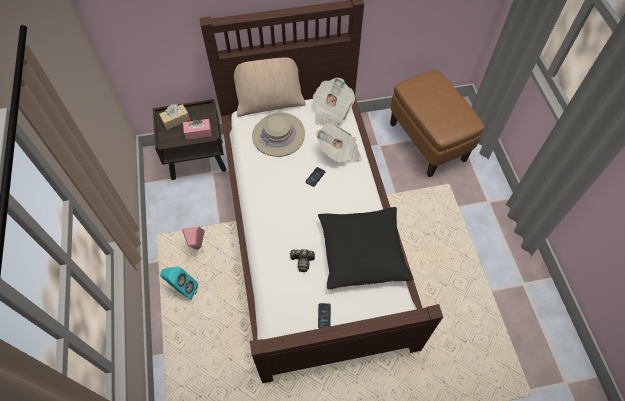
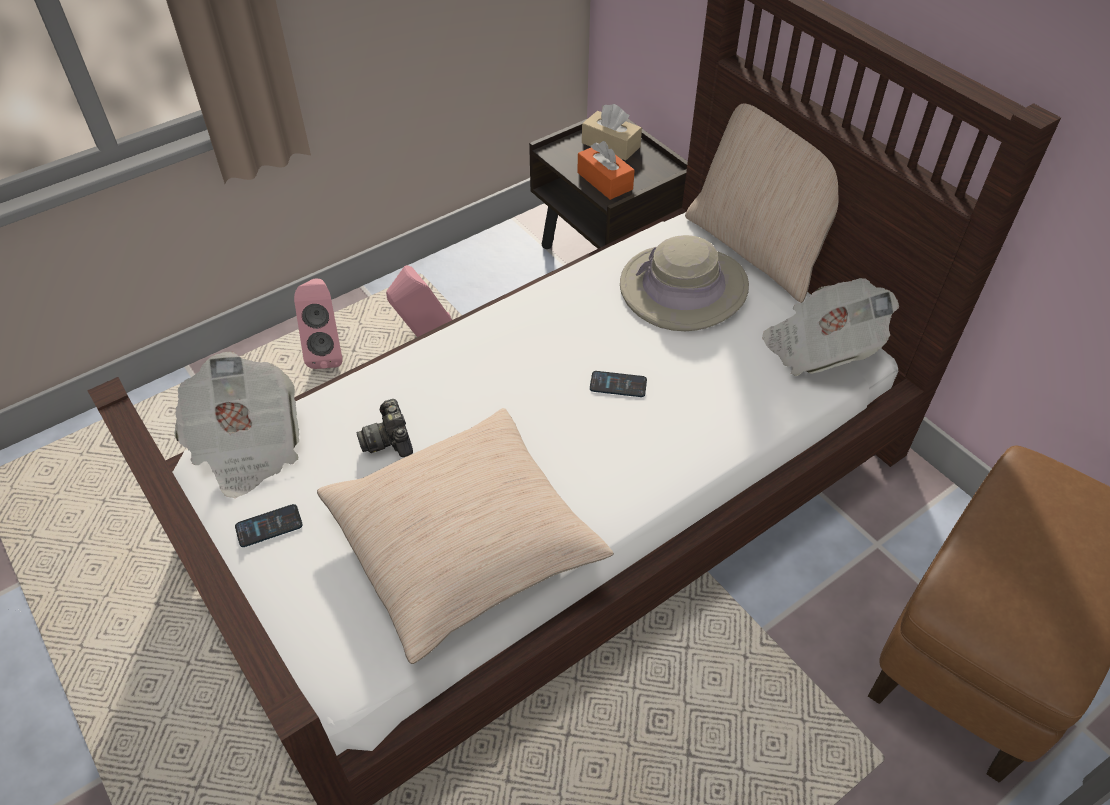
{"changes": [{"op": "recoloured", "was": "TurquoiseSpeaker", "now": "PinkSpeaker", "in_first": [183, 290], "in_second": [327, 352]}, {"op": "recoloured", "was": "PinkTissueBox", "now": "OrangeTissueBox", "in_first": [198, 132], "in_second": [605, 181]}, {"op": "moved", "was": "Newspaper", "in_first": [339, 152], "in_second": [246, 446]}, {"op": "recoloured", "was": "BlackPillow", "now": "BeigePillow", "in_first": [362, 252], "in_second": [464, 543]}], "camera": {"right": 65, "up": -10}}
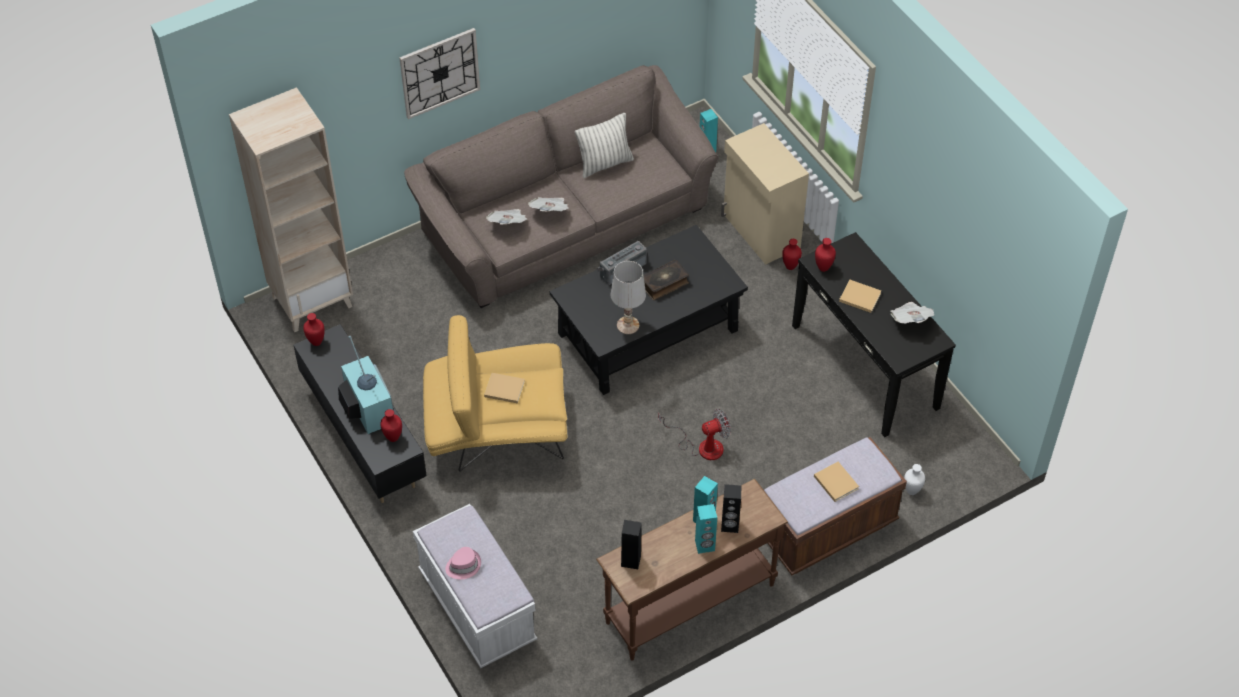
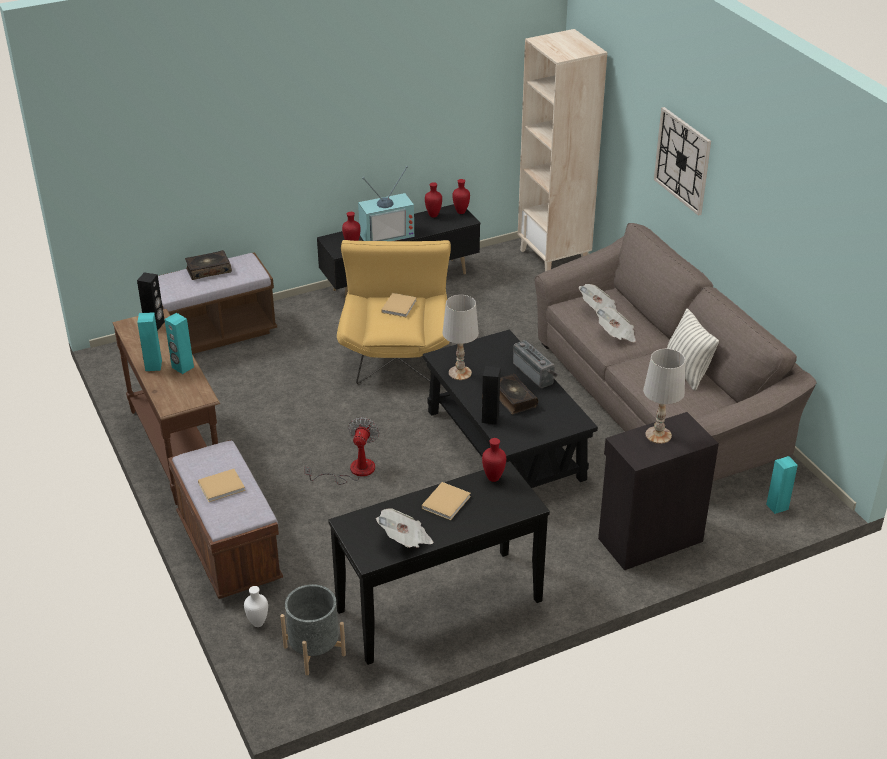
{"changes": [{"op": "recoloured", "was": "WhiteBench", "now": "BrownBench", "in_first": [477, 608], "in_second": [215, 334]}, {"op": "replaced", "was": "PinkHat", "now": "Book", "in_first": [463, 565], "in_second": [208, 270]}, {"op": "turned", "was": "Fan", "in_first": [702, 446], "in_second": [353, 471], "clockwise": -150}, {"op": "recoloured", "was": "BeigeCabinet", "now": "BlackCabinet", "in_first": [760, 231], "in_second": [648, 539]}, {"op": "moved", "was": "BlackSpeaker", "in_first": [730, 526], "in_second": [490, 418]}, {"op": "moved", "was": "RedVase", "in_first": [790, 267], "in_second": [432, 215]}, {"op": "added", "now": "GreyPlanter", "in_second": [314, 651]}, {"op": "added", "now": "WhiteTableLamp", "in_second": [658, 435]}], "camera": {"right": 95, "up": -15}}
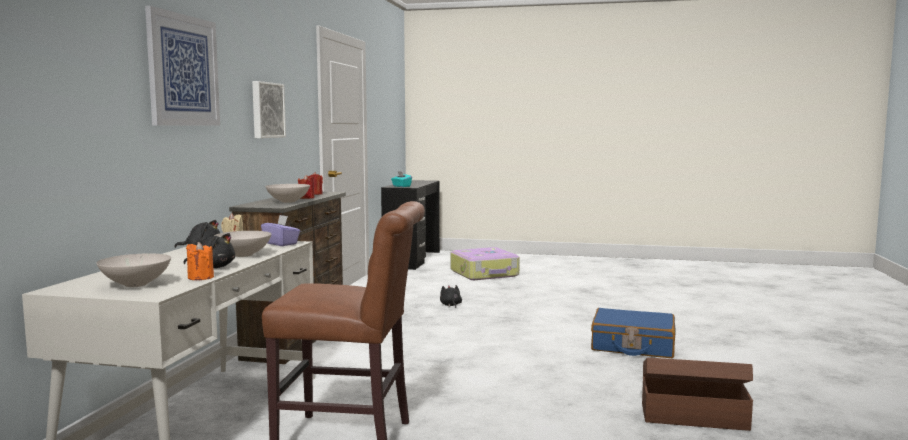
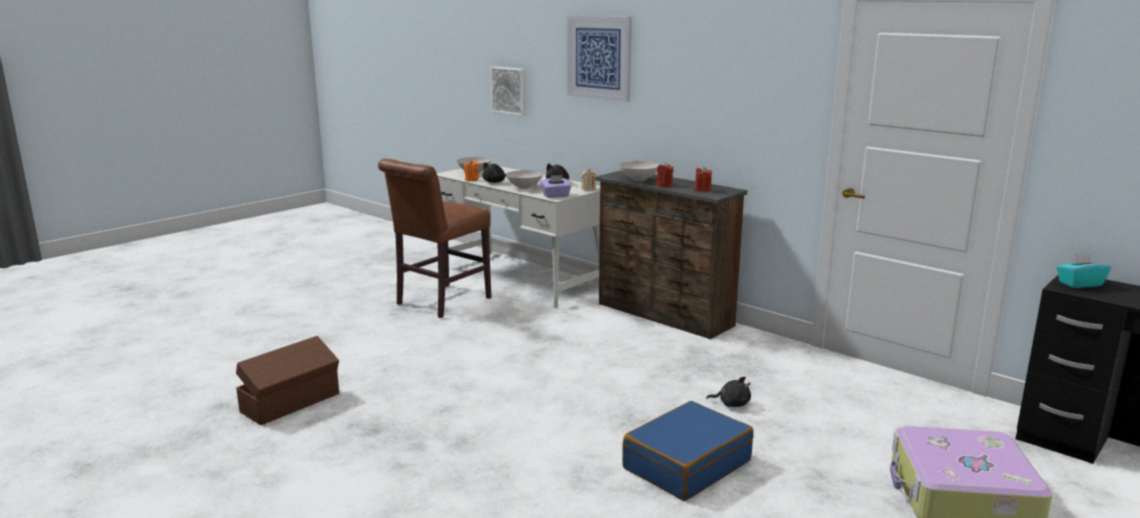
{"changes": [{"op": "moved", "was": "Picture", "in_first": [266, 110], "in_second": [510, 90]}, {"op": "moved", "was": "BlueSuitcase", "in_first": [632, 346], "in_second": [686, 464]}], "camera": {"right": 120, "up": 10}}
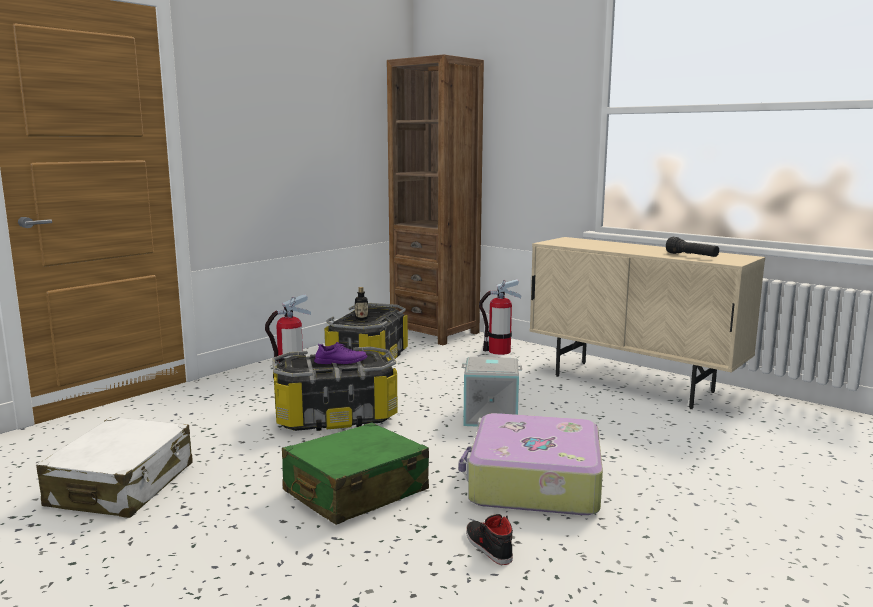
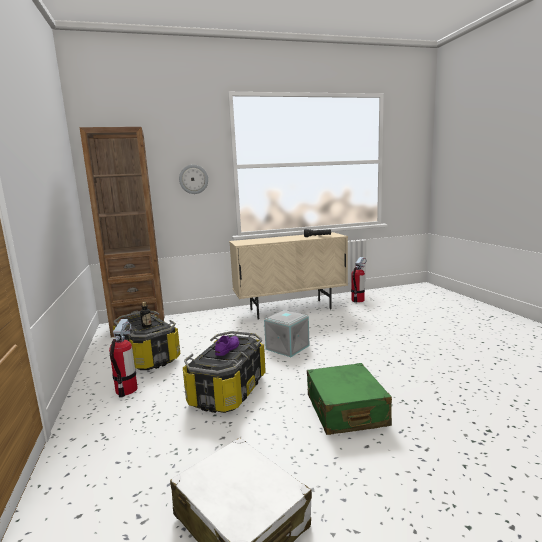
{"changes": [{"op": "removed", "was": "Suitcase", "in_first": [533, 482]}, {"op": "removed", "was": "BlackShoe", "in_first": [487, 546]}, {"op": "moved", "was": "FireExtinguisher", "in_first": [499, 351], "in_second": [357, 300]}, {"op": "added", "now": "WallClock", "in_second": [193, 179]}], "camera": {"right": -55, "up": 0}}
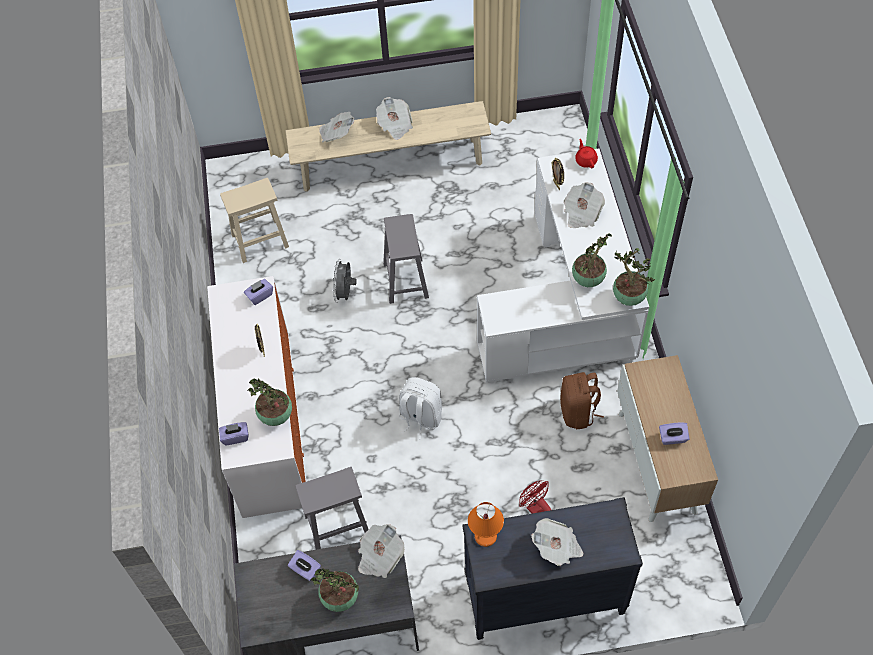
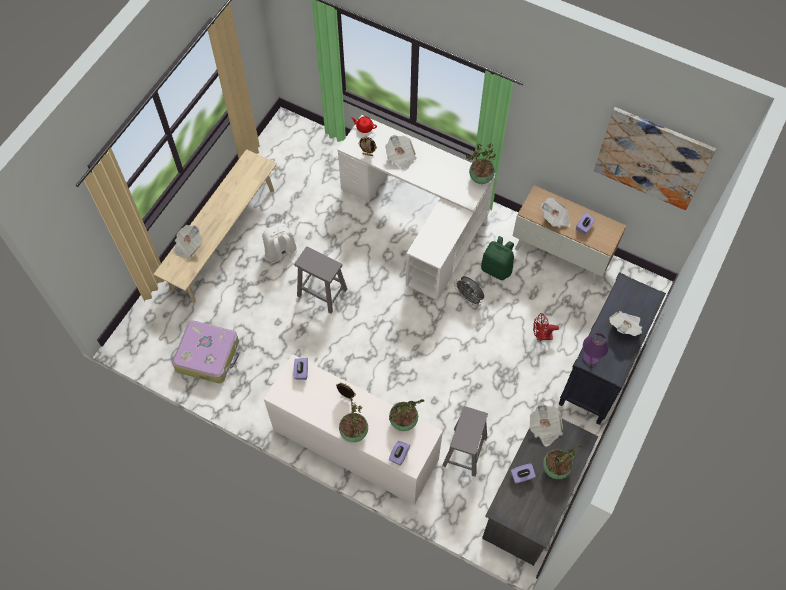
{"changes": [{"op": "replaced", "was": "BeigeStool", "now": "Suitcase", "in_first": [261, 240], "in_second": [208, 355]}, {"op": "moved", "was": "GreyFan", "in_first": [345, 293], "in_second": [469, 298]}, {"op": "moved", "was": "Newspaper", "in_first": [395, 125], "in_second": [555, 218]}, {"op": "moved", "was": "WhiteBackpack", "in_first": [420, 417], "in_second": [281, 254]}, {"op": "recoloured", "was": "OrangeTableLamp", "now": "PurpleTableLamp", "in_first": [485, 536], "in_second": [590, 358]}, {"op": "recoloured", "was": "BrownBackpack", "now": "GreenBackpack", "in_first": [578, 412], "in_second": [497, 268]}, {"op": "moved", "was": "PottedPlant", "in_first": [588, 279], "in_second": [353, 431]}, {"op": "added", "now": "Picture", "in_second": [652, 158]}], "camera": {"right": -55, "up": 5}}
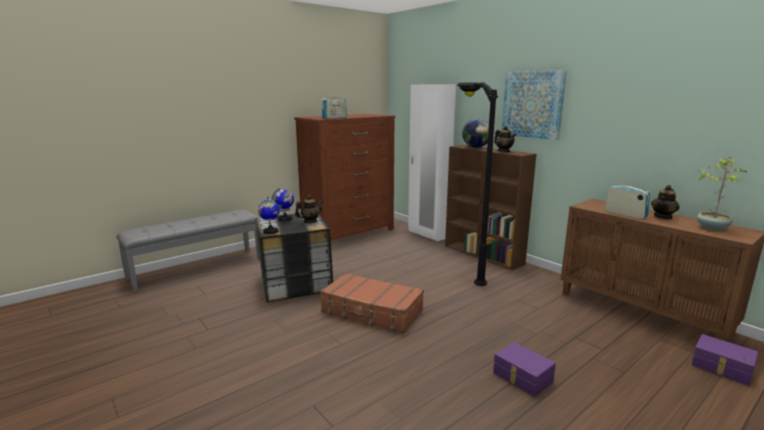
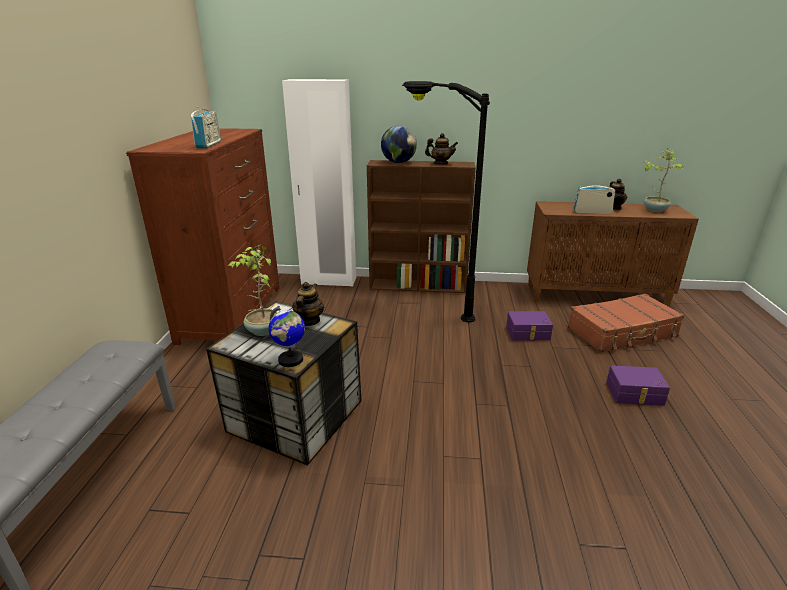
{"changes": [{"op": "replaced", "was": "Globe", "now": "PottedPlant", "in_first": [285, 219], "in_second": [263, 331]}, {"op": "moved", "was": "BrownSuitcase", "in_first": [372, 312], "in_second": [622, 332]}, {"op": "removed", "was": "Picture", "in_first": [532, 104]}, {"op": "moved", "was": "PurpleStorageBox", "in_first": [721, 368], "in_second": [528, 333]}], "camera": {"right": -45, "up": 10}}
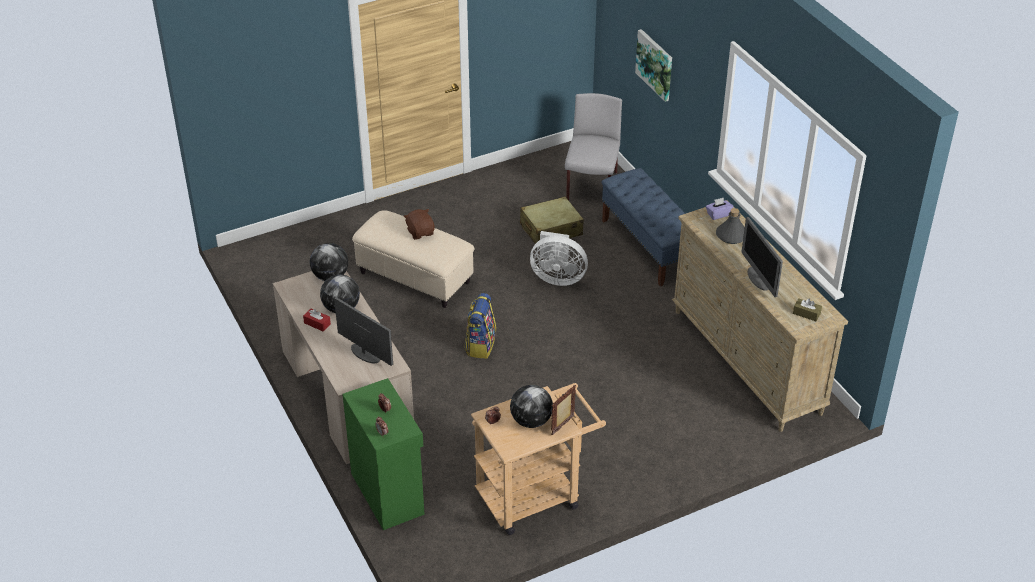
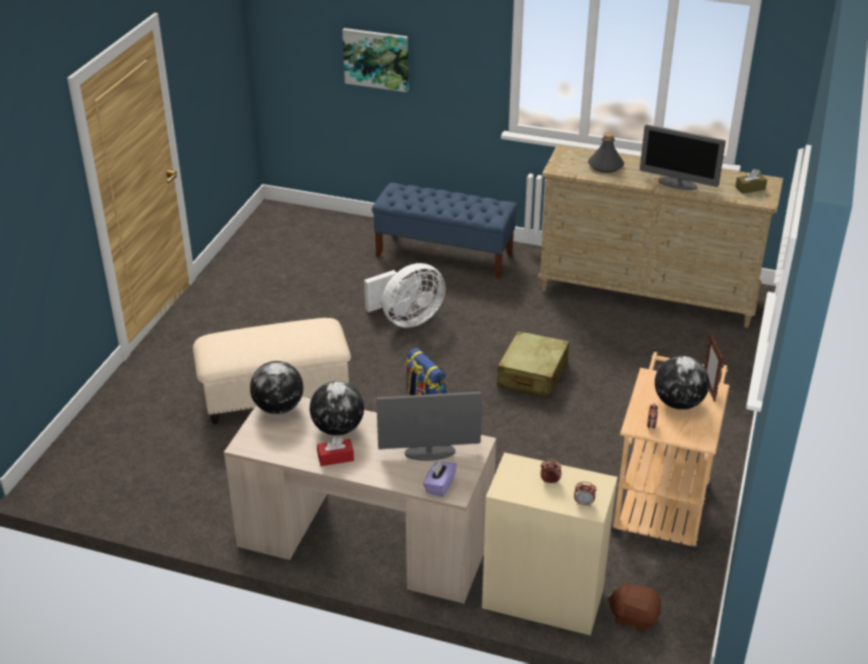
{"changes": [{"op": "recoloured", "was": "GreenCabinet", "now": "BeigeCabinet", "in_first": [388, 492], "in_second": [542, 597]}, {"op": "moved", "was": "BrownPlushToy", "in_first": [420, 232], "in_second": [633, 616]}, {"op": "moved", "was": "BeigeSuitcase", "in_first": [550, 230], "in_second": [532, 375]}, {"op": "removed", "was": "GreyChair", "in_first": [591, 187]}, {"op": "moved", "was": "PurpleTissueBox", "in_first": [718, 214], "in_second": [439, 486]}], "camera": {"right": -45, "up": -5}}
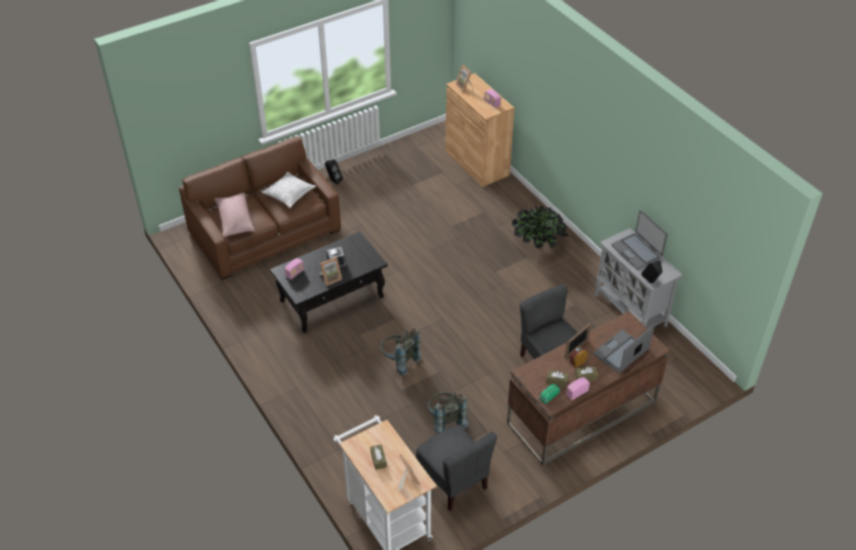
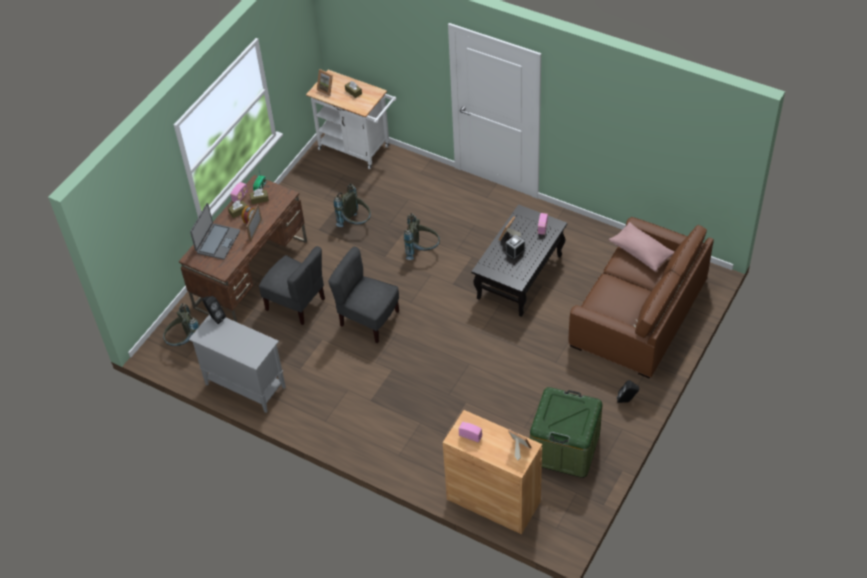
{"changes": [{"op": "removed", "was": "Pillow", "in_first": [289, 194]}, {"op": "moved", "was": "GreyChair", "in_first": [453, 482], "in_second": [369, 319]}, {"op": "removed", "was": "PottedPlant", "in_first": [538, 246]}, {"op": "removed", "was": "Laptop", "in_first": [636, 251]}, {"op": "added", "now": "GreyBackpack", "in_second": [185, 343]}, {"op": "added", "now": "GreenStorageBox", "in_second": [564, 448]}], "camera": {"right": 155, "up": 5}}
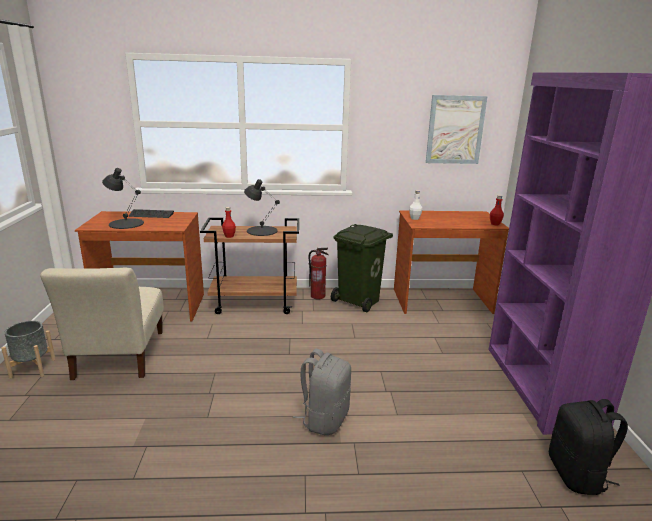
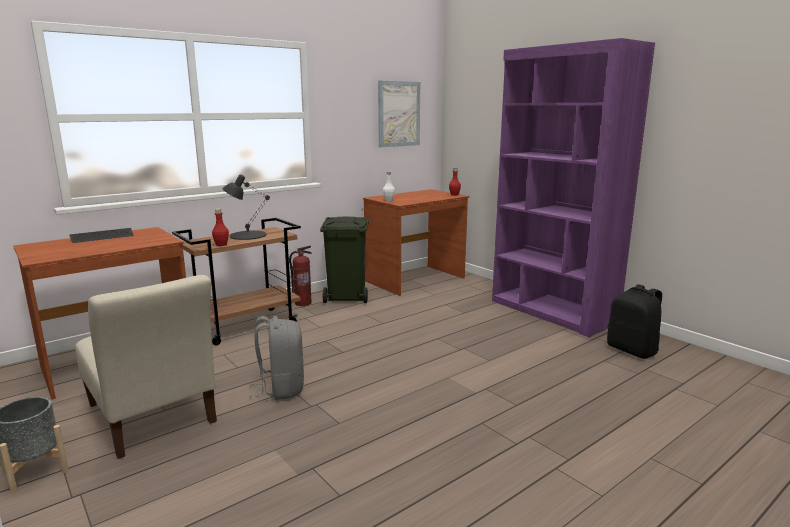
{"changes": [{"op": "removed", "was": "BlackTableLamp", "in_first": [126, 223]}, {"op": "moved", "was": "GreyBackpack", "in_first": [324, 419], "in_second": [281, 388]}], "camera": {"right": -35, "up": -5}}
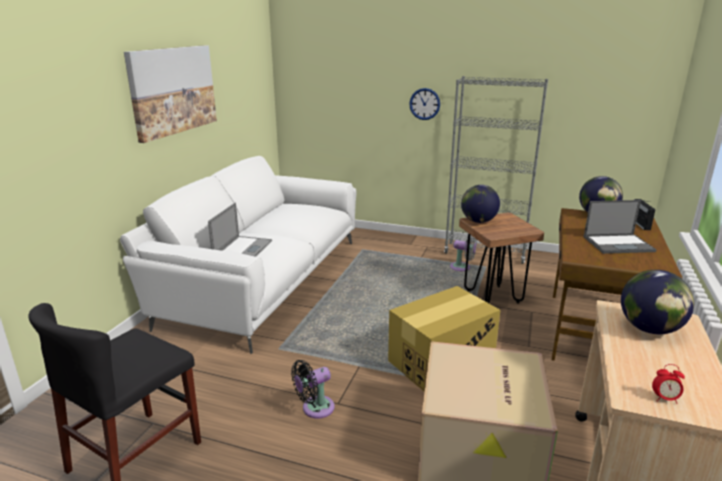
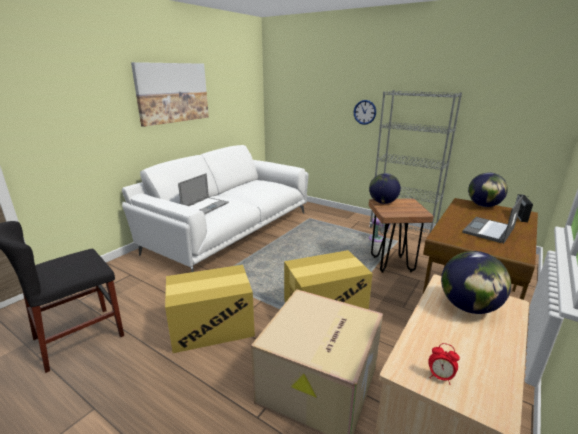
{"changes": [{"op": "replaced", "was": "BlackFan", "now": "CardboardBox", "in_first": [315, 408], "in_second": [212, 326]}, {"op": "turned", "was": "Laptop", "in_first": [619, 244], "in_second": [488, 230], "clockwise": 120}], "camera": {"right": 15, "up": 0}}
